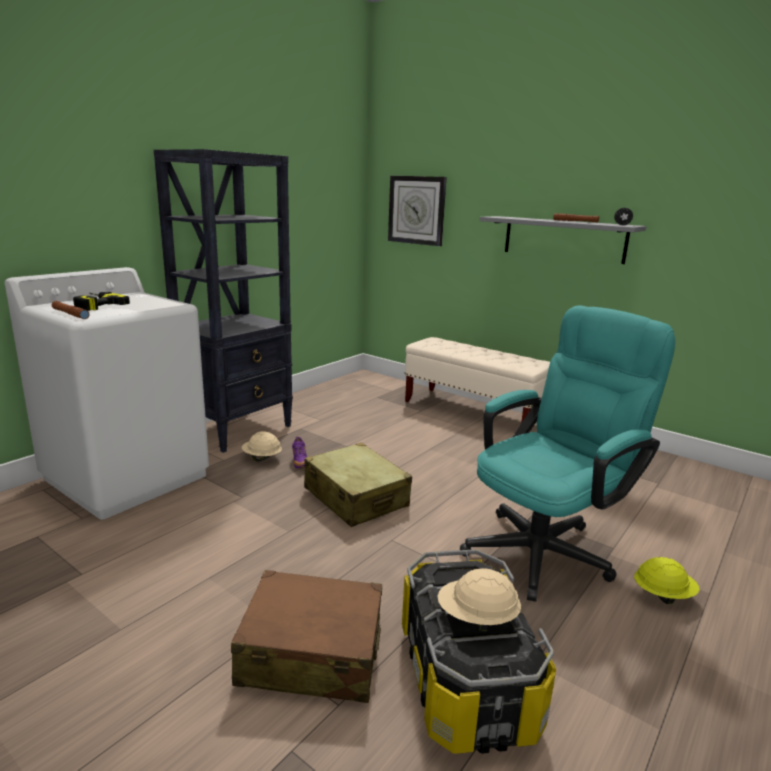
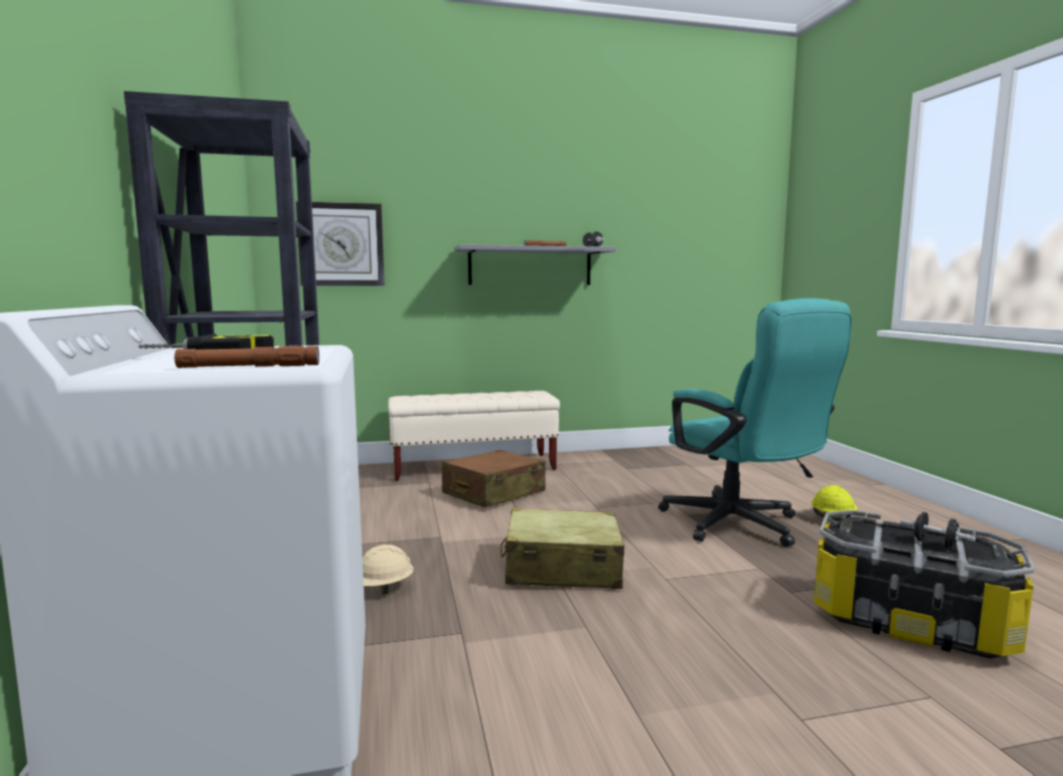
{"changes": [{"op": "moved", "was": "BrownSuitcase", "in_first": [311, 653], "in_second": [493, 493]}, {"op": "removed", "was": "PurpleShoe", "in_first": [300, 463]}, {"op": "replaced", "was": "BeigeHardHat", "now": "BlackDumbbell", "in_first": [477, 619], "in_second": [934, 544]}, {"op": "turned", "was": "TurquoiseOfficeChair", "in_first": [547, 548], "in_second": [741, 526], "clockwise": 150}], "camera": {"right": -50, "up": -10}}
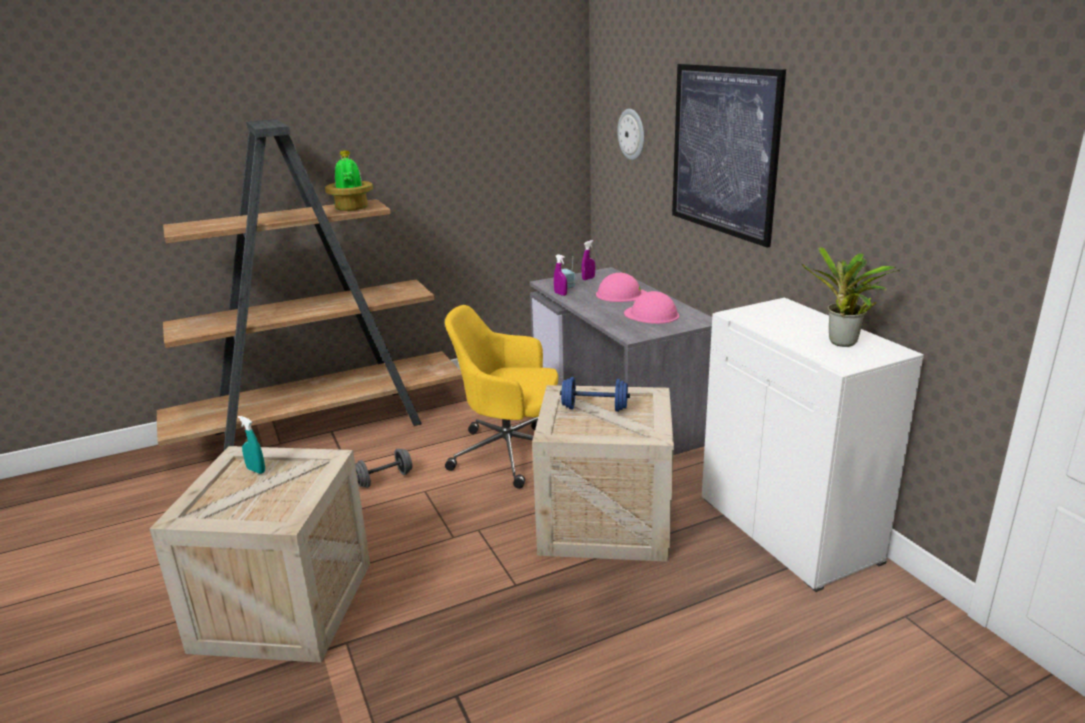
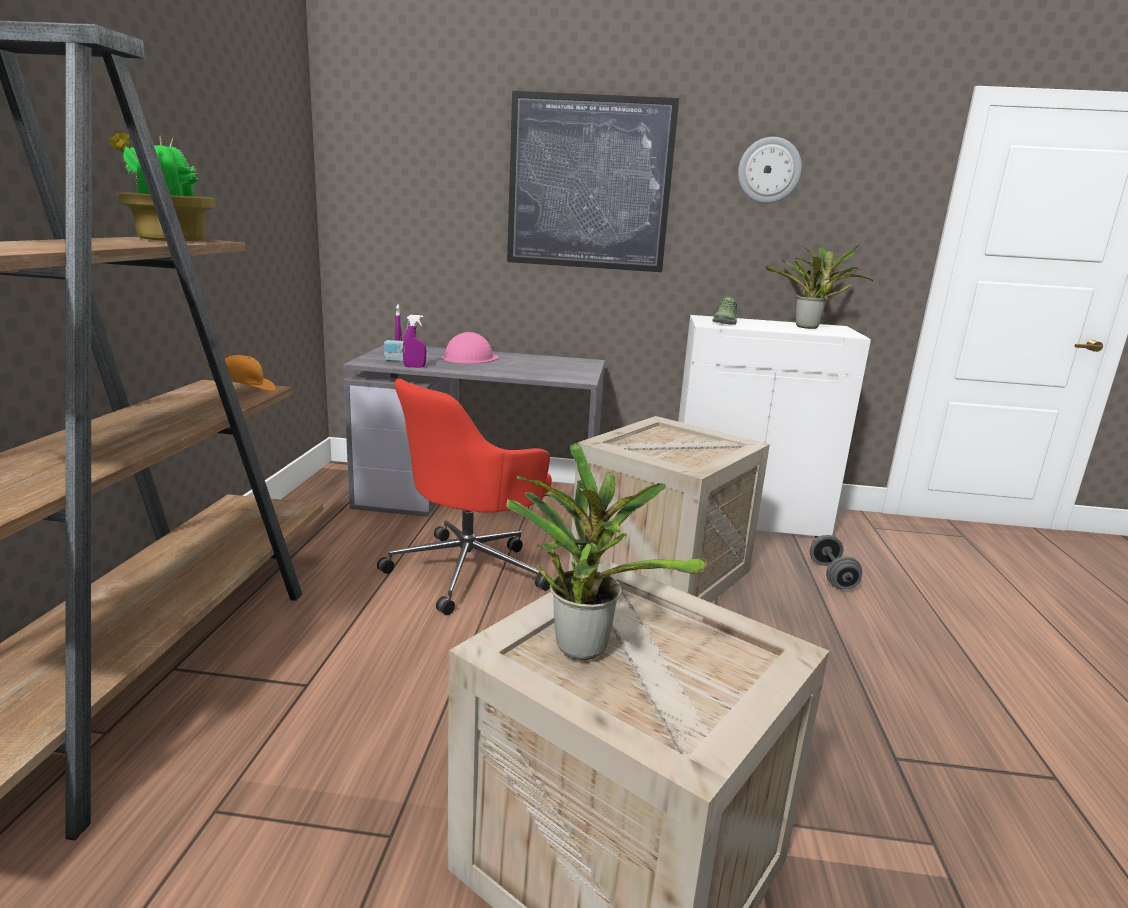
{"changes": [{"op": "replaced", "was": "TurquoiseSprayBottle", "now": "PottedPlant", "in_first": [256, 470], "in_second": [581, 643]}, {"op": "moved", "was": "GreyDumbbell", "in_first": [384, 479], "in_second": [832, 576]}, {"op": "recoloured", "was": "YellowOfficeChair", "now": "RedOfficeChair", "in_first": [509, 454], "in_second": [469, 570]}, {"op": "removed", "was": "BlueDumbbell", "in_first": [594, 408]}, {"op": "moved", "was": "WallClock", "in_first": [632, 134], "in_second": [769, 170]}, {"op": "removed", "was": "PinkHardHat", "in_first": [651, 314]}, {"op": "added", "now": "OrangeCap", "in_second": [247, 390]}, {"op": "added", "now": "Shoe", "in_second": [724, 322]}], "camera": {"right": -60, "up": -5}}
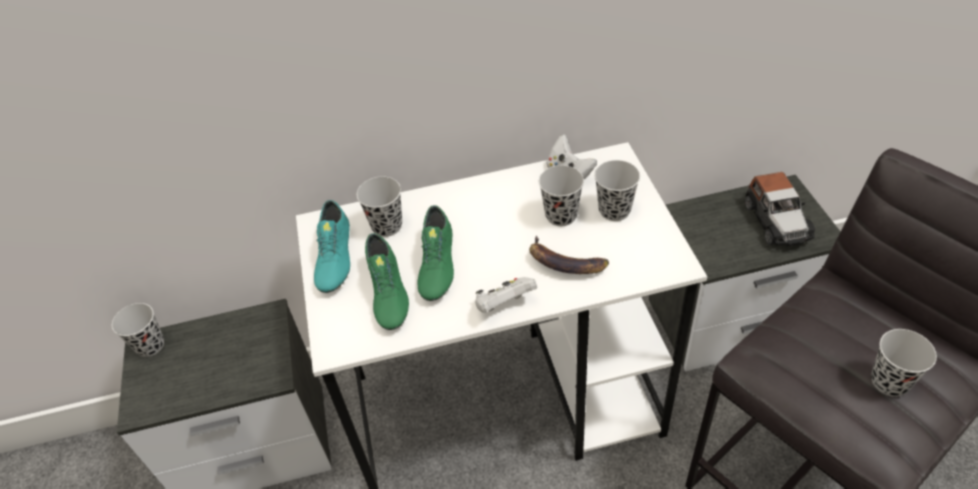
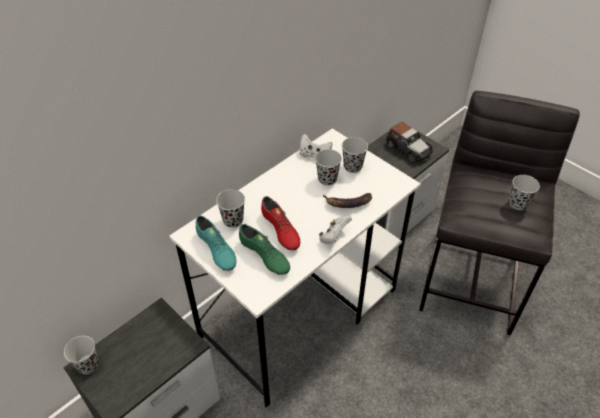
{"changes": [{"op": "recoloured", "was": "GreenShoe", "now": "RedShoe", "in_first": [436, 265], "in_second": [280, 231]}], "camera": {"right": -35, "up": 0}}
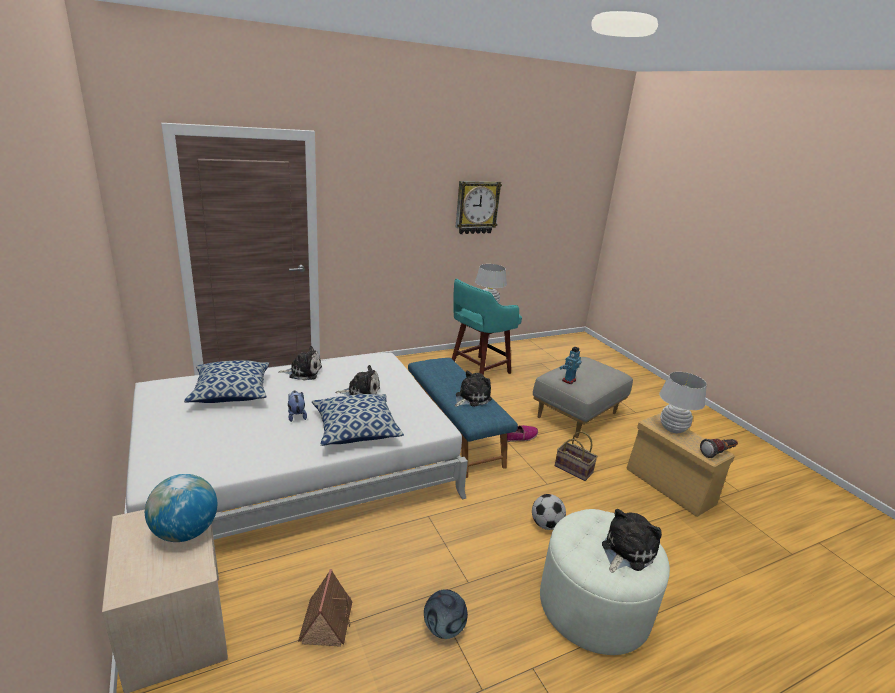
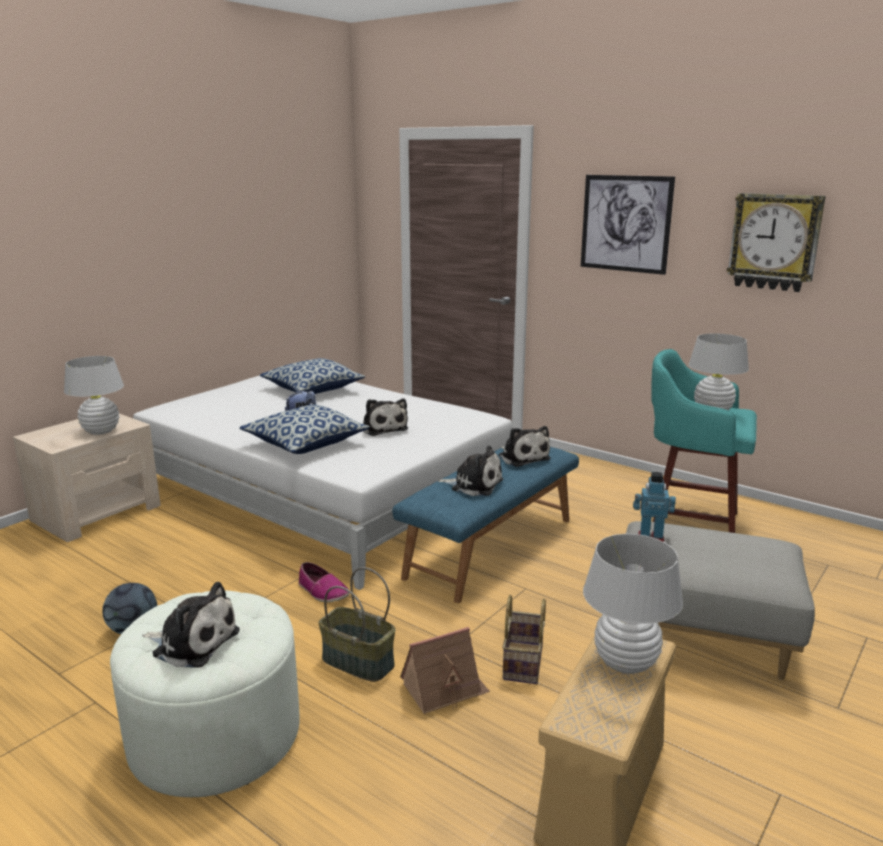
{"changes": [{"op": "replaced", "was": "Globe", "now": "WhiteTableLamp", "in_first": [185, 532], "in_second": [101, 431]}, {"op": "moved", "was": "PlushToy", "in_first": [303, 372], "in_second": [522, 457]}, {"op": "moved", "was": "ToyHouse", "in_first": [327, 621], "in_second": [444, 689]}, {"op": "moved", "was": "Shoe", "in_first": [519, 437], "in_second": [322, 591]}, {"op": "replaced", "was": "Football", "now": "Basket", "in_first": [546, 525], "in_second": [357, 662]}, {"op": "removed", "was": "Flashlight", "in_first": [718, 453]}, {"op": "added", "now": "Picture", "in_second": [625, 223]}], "camera": {"right": 65, "up": -5}}
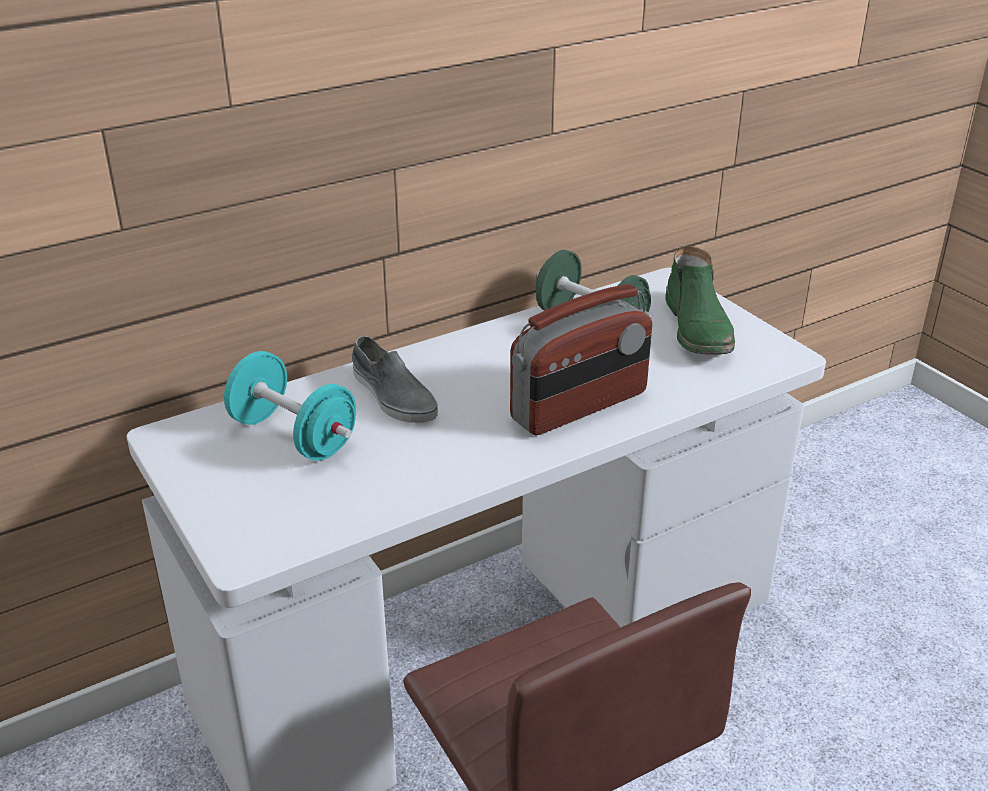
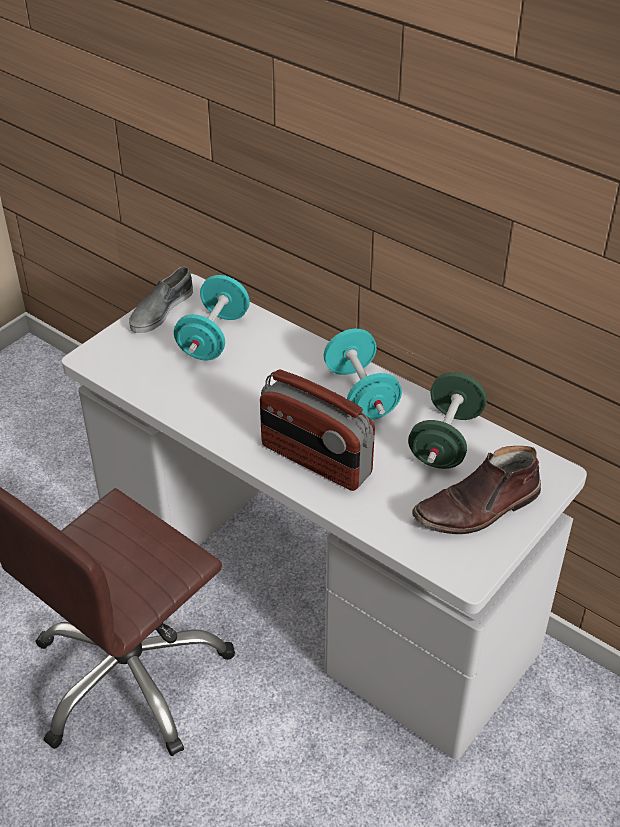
{"changes": [{"op": "moved", "was": "GreyShoe", "in_first": [393, 396], "in_second": [161, 310]}, {"op": "recoloured", "was": "GreenBoot", "now": "BrownBoot", "in_first": [699, 329], "in_second": [477, 508]}, {"op": "added", "now": "TurquoiseDumbbell", "in_second": [361, 394]}], "camera": {"right": 70, "up": 10}}
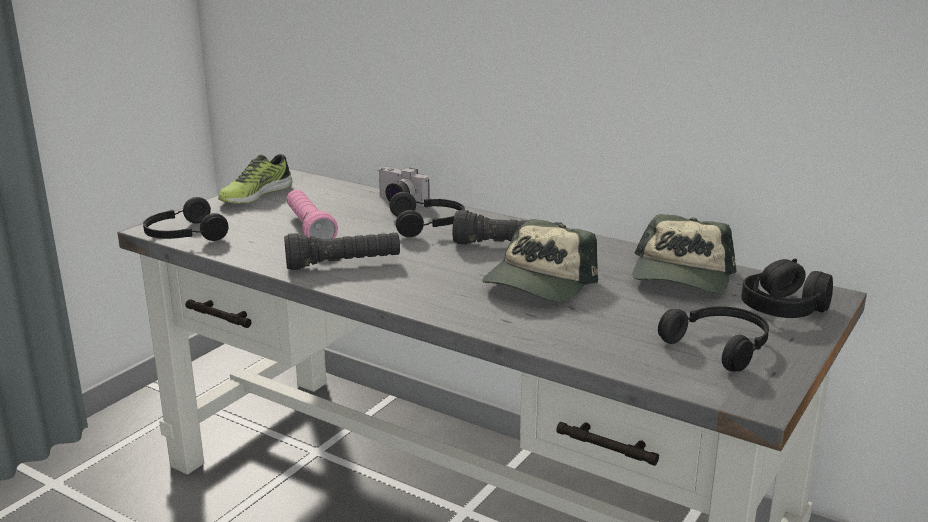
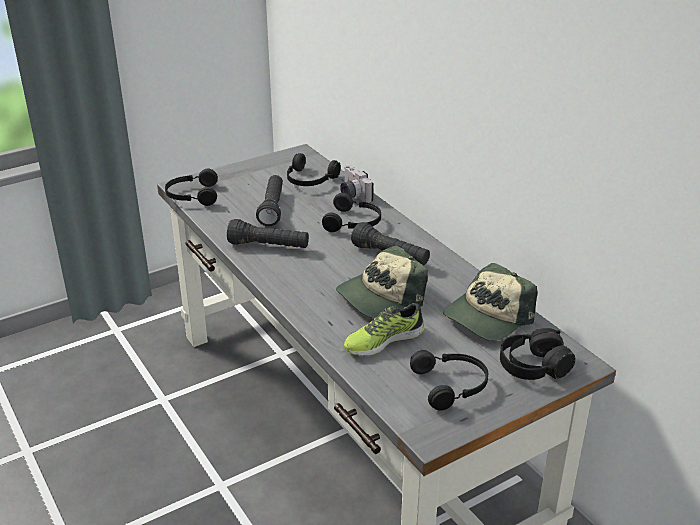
{"changes": [{"op": "moved", "was": "Shoe", "in_first": [255, 194], "in_second": [383, 340]}, {"op": "recoloured", "was": "PinkFlashlight", "now": "BlackFlashlight", "in_first": [309, 229], "in_second": [272, 208]}, {"op": "added", "now": "BlackHeadphones", "in_second": [309, 180]}], "camera": {"right": 25, "up": 10}}
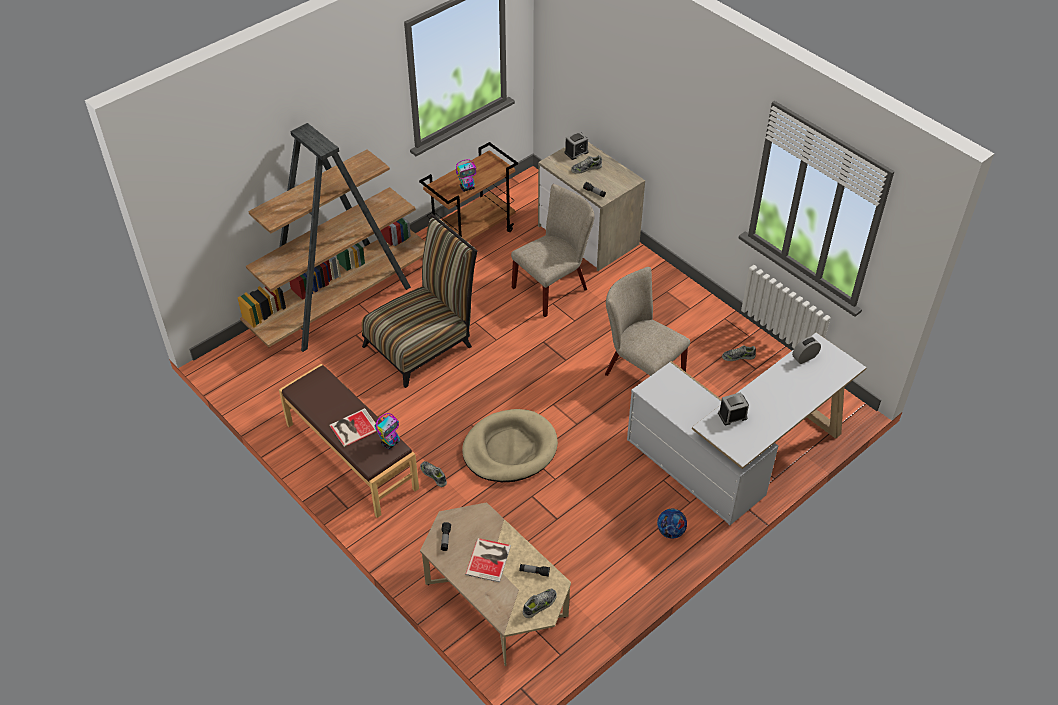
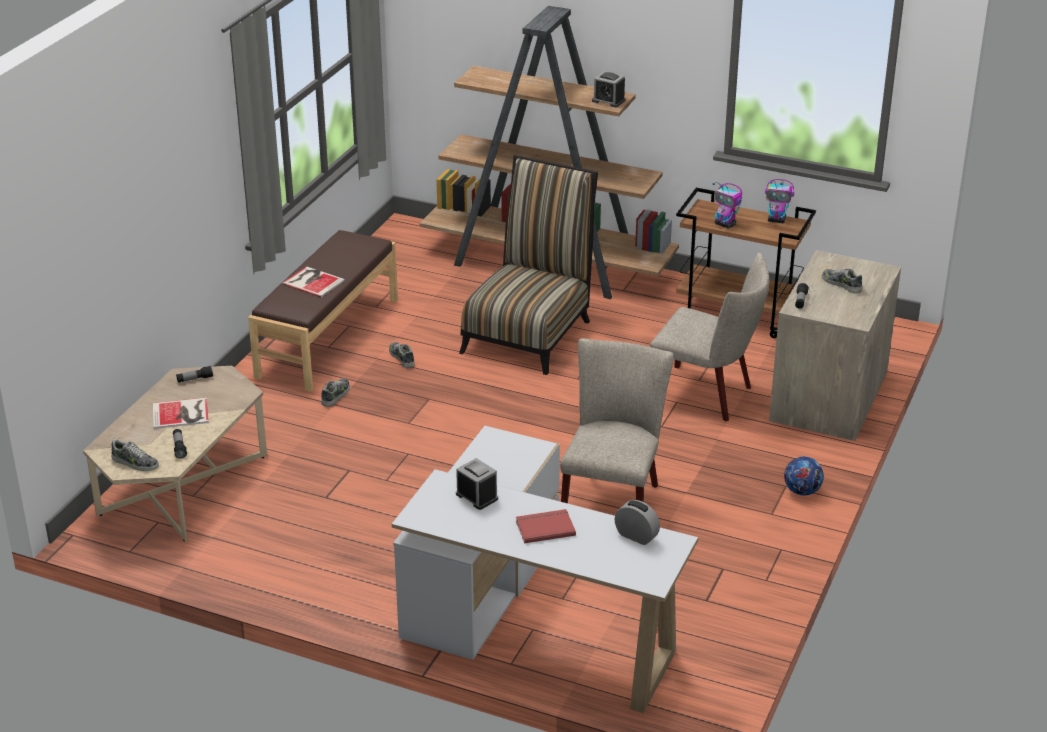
{"changes": [{"op": "turned", "was": "Chair", "in_first": [423, 343], "in_second": [529, 332], "clockwise": -90}, {"op": "moved", "was": "ToyRobot", "in_first": [390, 443], "in_second": [777, 220]}, {"op": "removed", "was": "BeigeDogBed", "in_first": [509, 449]}, {"op": "moved", "was": "AlarmClock", "in_first": [576, 152], "in_second": [608, 100]}, {"op": "moved", "was": "Football", "in_first": [670, 531], "in_second": [802, 491]}, {"op": "moved", "was": "Shoe", "in_first": [738, 356], "in_second": [402, 358]}, {"op": "added", "now": "RedBook", "in_second": [544, 527]}], "camera": {"right": 65, "up": -15}}
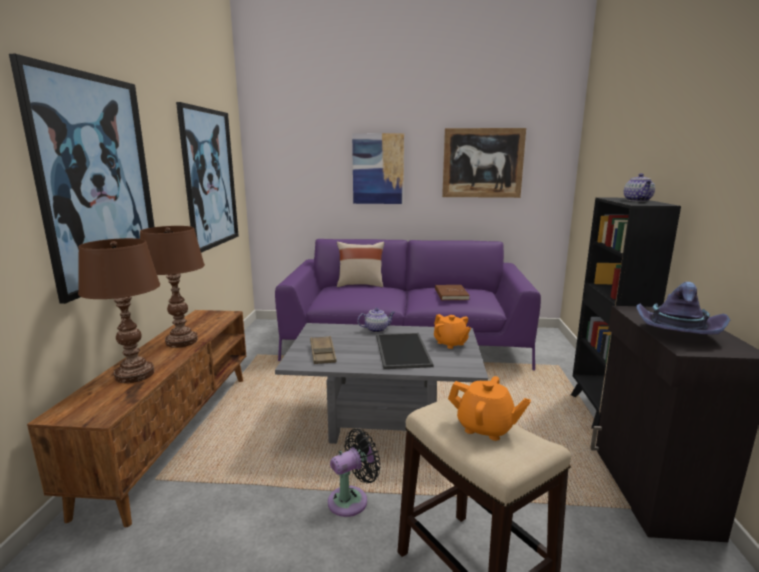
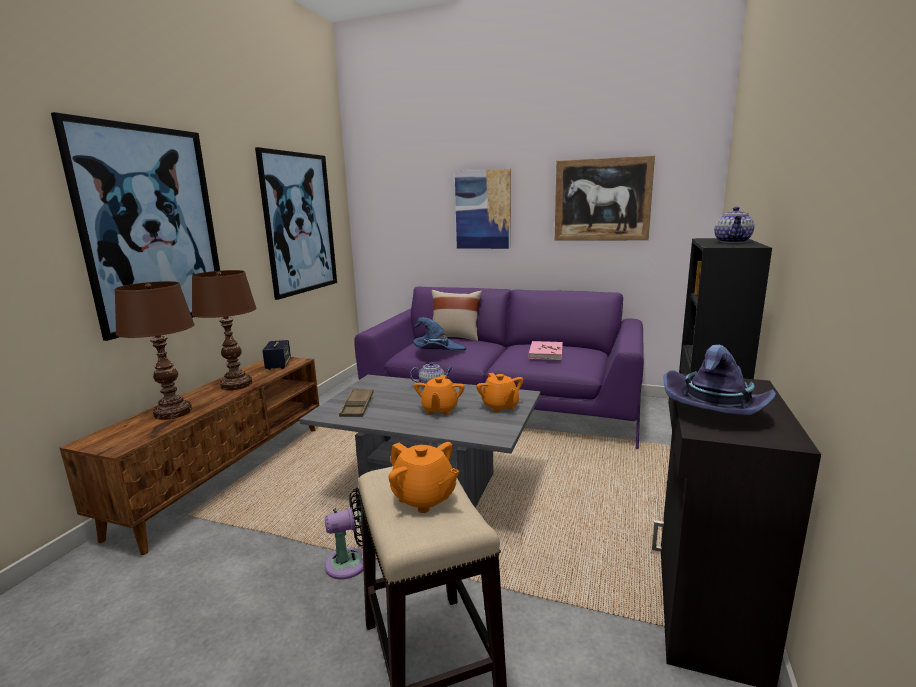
{"changes": [{"op": "replaced", "was": "Tray", "now": "OrangeTeapot", "in_first": [401, 350], "in_second": [439, 409]}, {"op": "recoloured", "was": "BrownBook", "now": "PinkBook", "in_first": [451, 294], "in_second": [545, 352]}, {"op": "added", "now": "Speaker", "in_second": [278, 365]}, {"op": "added", "now": "BlueHat", "in_second": [437, 350]}], "camera": {"right": 15, "up": 0}}
